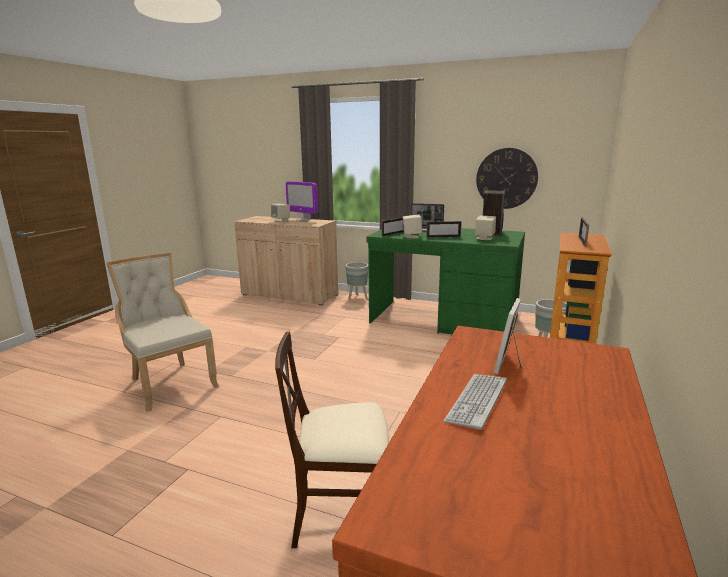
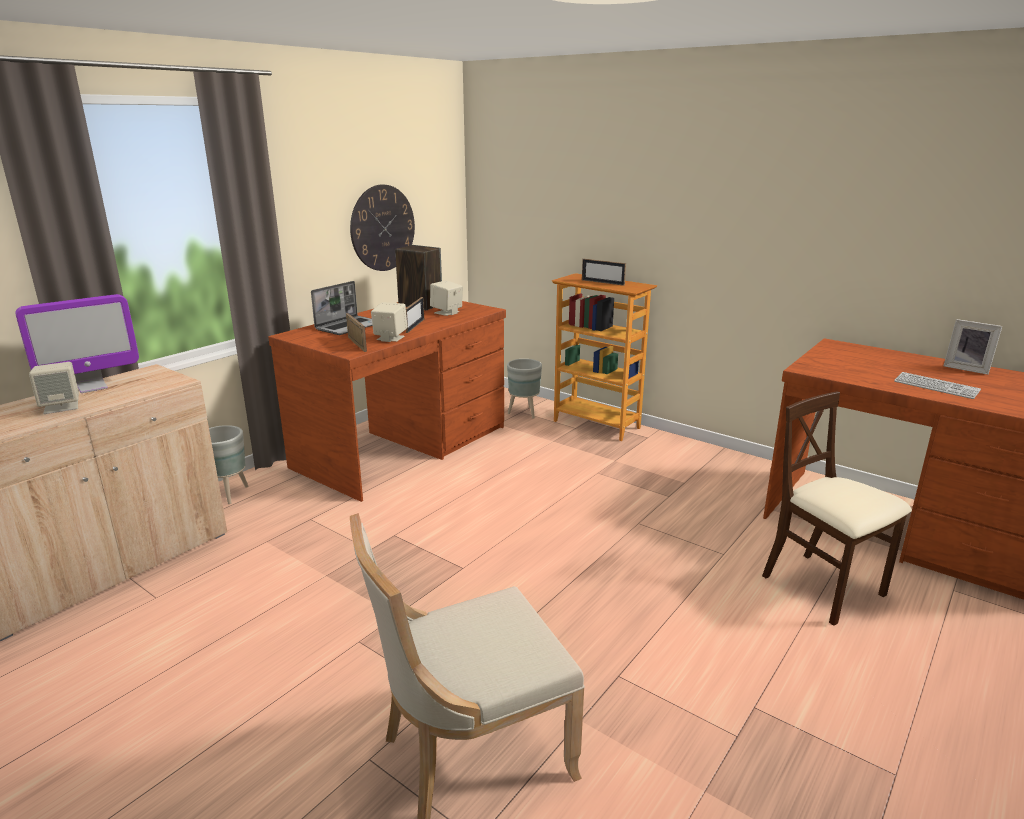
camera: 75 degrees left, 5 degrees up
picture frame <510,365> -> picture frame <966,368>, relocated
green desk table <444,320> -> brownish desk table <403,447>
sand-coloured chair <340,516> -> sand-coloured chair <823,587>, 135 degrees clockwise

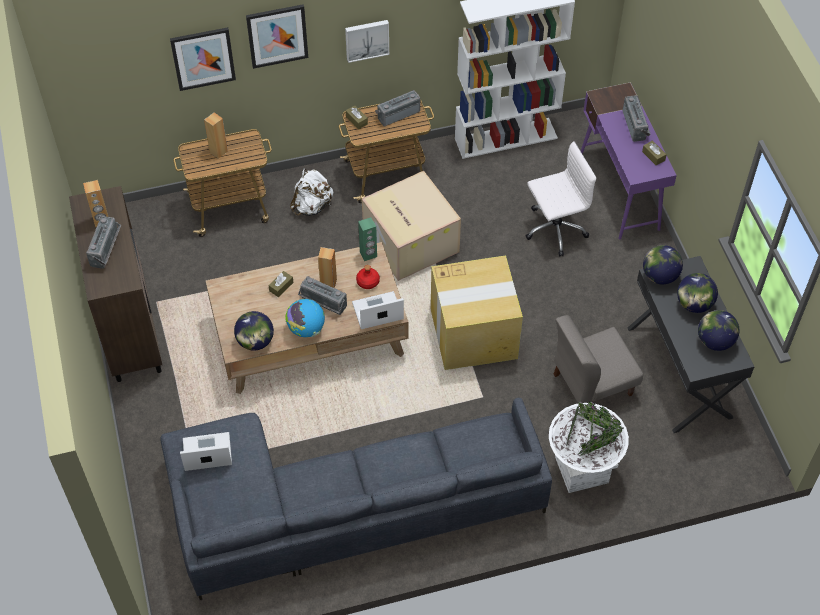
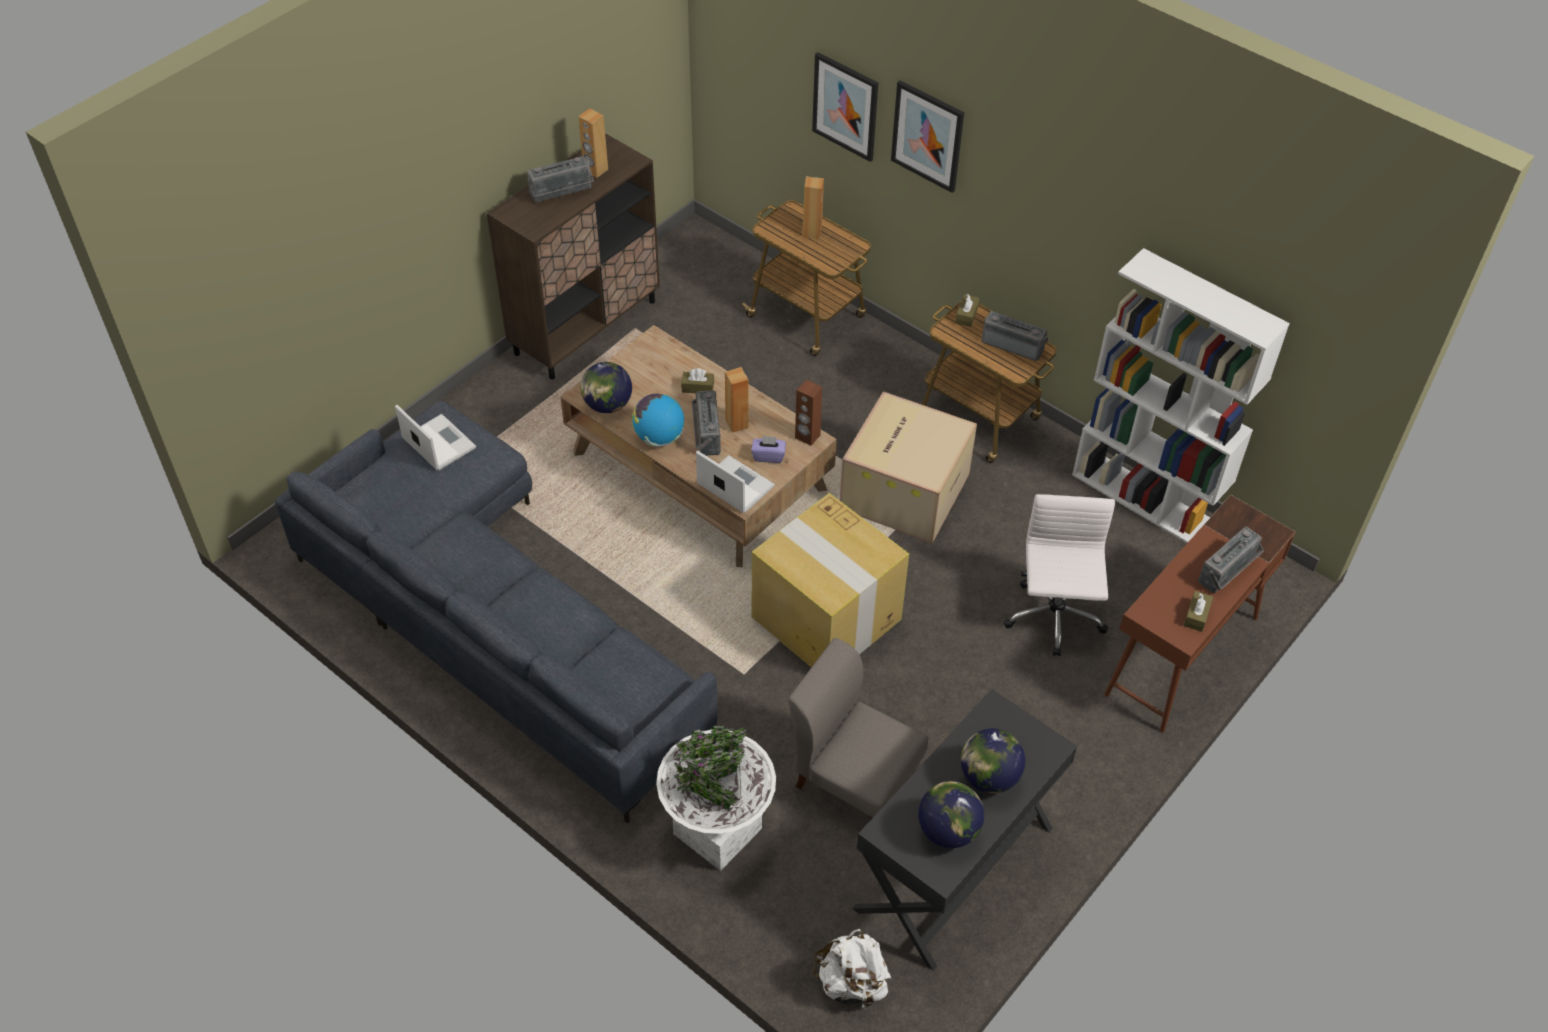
camera: 55 degrees right, 5 degrees down
wall art <366,39> -> none
world globe <660,276> -> none
white-coloured knapsack <312,206> -> white-coloured knapsack <852,983>, relocated
reddish beverage bottle <368,282> -> purplish tissue holder <768,456>
green loudspeaker <368,254> -> brownish loudspeaker <807,436>
purplish desk table <619,191> -> brownish desk table <1181,656>
white-coloured computer chair <554,229> -> white-coloured computer chair <1054,619>, 120 degrees counterclockwise

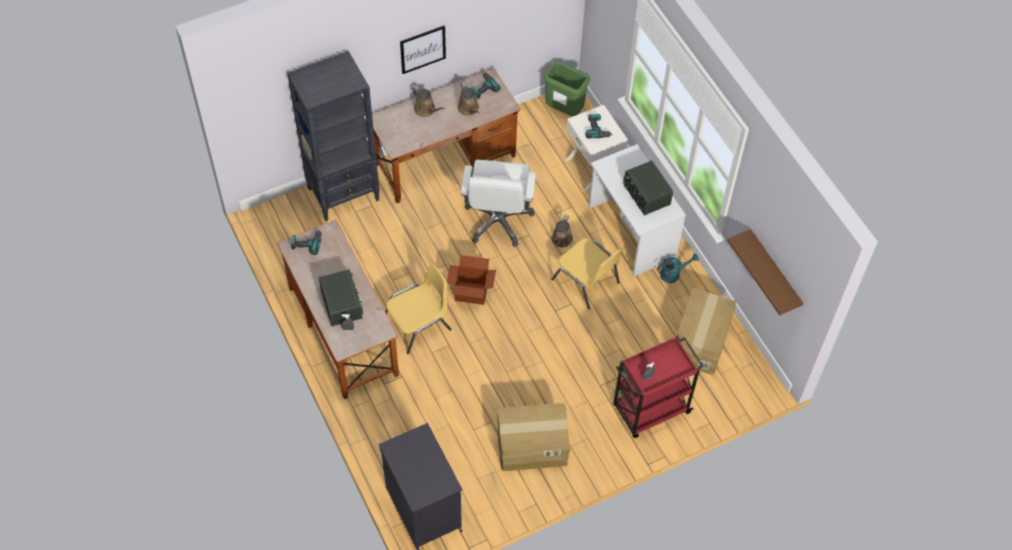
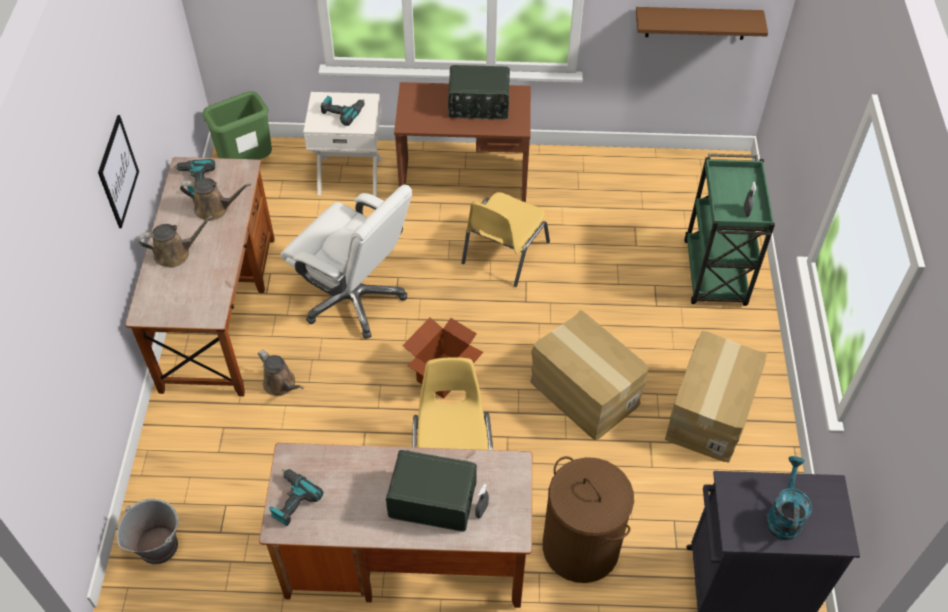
camera: 60 degrees left, 5 degrees down
blackish shelving unit <344,194> -> none
none -> gray bucket <158,546>
none -> brownish laundry basket <581,547>
brownish watering can <561,240> -> brownish watering can <281,384>, relocated
blue-green watering can <673,274> -> blue-green watering can <783,515>, relocated
cardboard box <699,341> -> cardboard box <584,393>, relocated
white-coloured desk table <630,232> -> brownish desk table <464,183>
reddish cart <650,410> -> green cart <715,275>
yellow chair <586,281> -> yellow chair <503,253>, 135 degrees clockwise

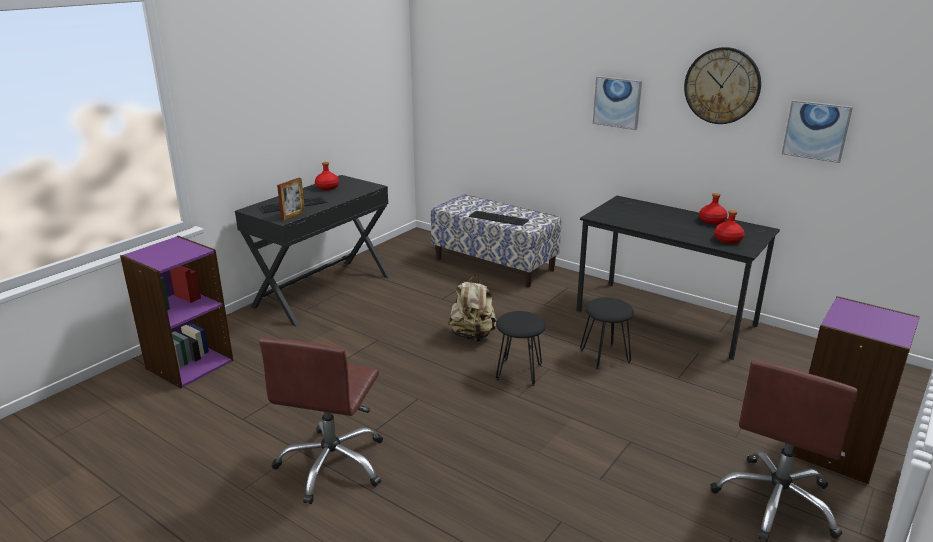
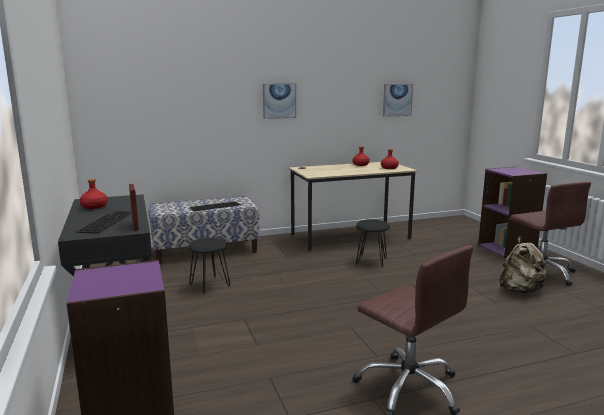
camera: 55 degrees left, 10 degrees down
wall clock <722,86> -> none
sand-coloured knapsack <472,336> -> sand-coloured knapsack <520,291>, relocated
blackish stool seat <519,372> -> blackish stool seat <210,285>, relocated
blackish desk table <665,318> -> sand-coloured desk table <350,236>

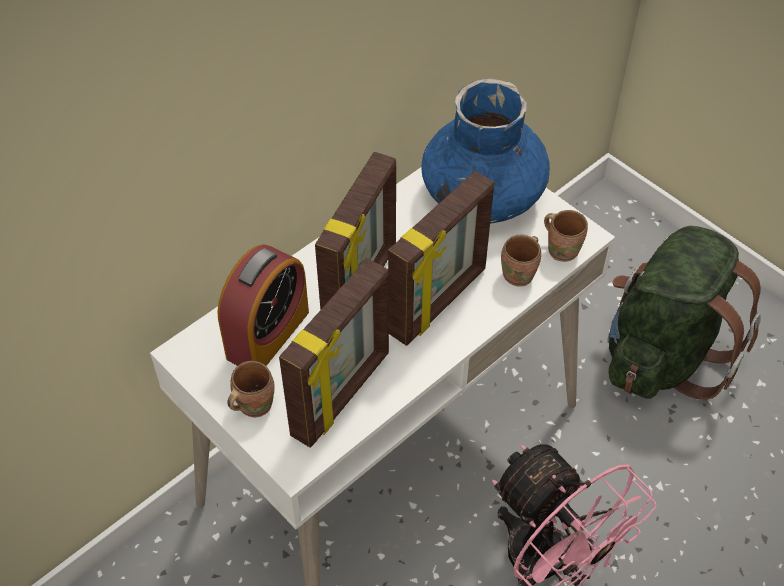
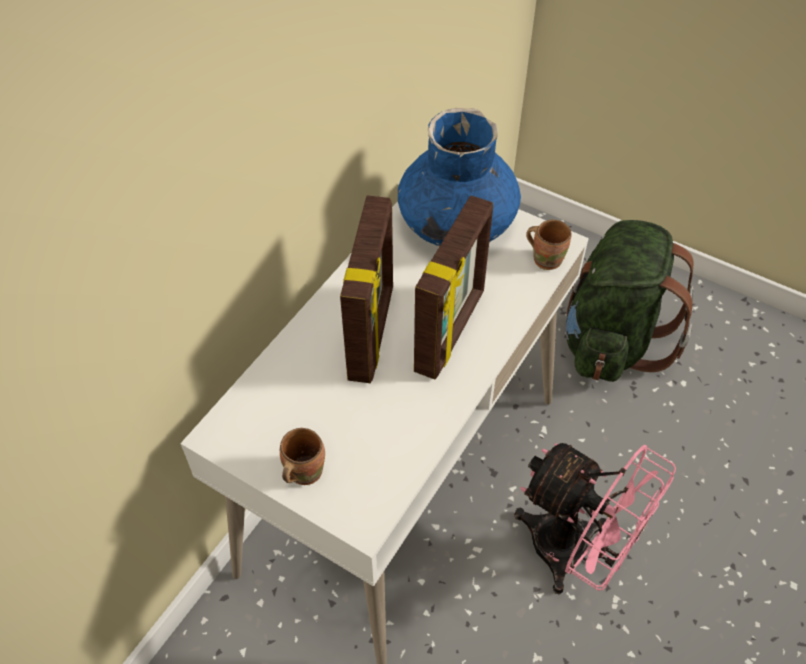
camera: 15 degrees left, 0 degrees up
bedside clock <268,334> -> none
picture frame <343,395> -> none
brownish mug <521,275> -> none

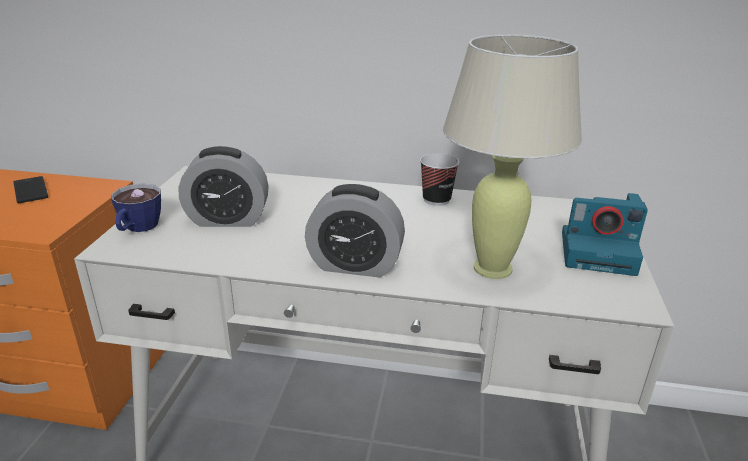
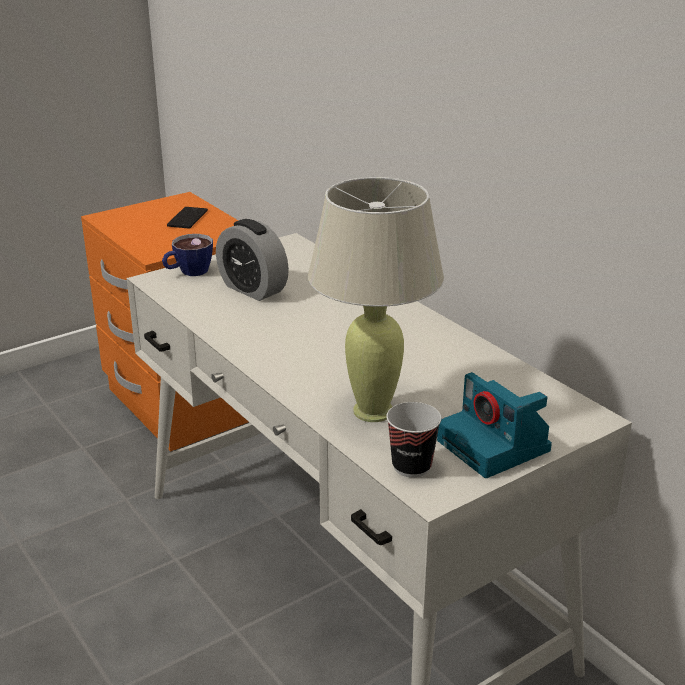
camera: 45 degrees right, 0 degrees up
bedside clock <355,265> -> none
drinking cup <436,200> -> drinking cup <411,466>, relocated

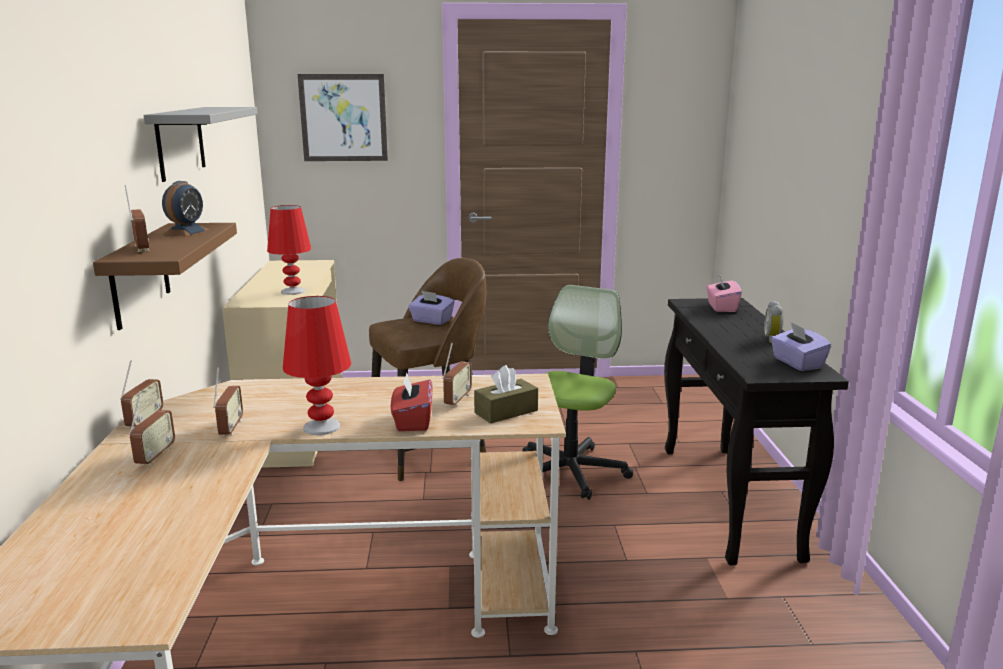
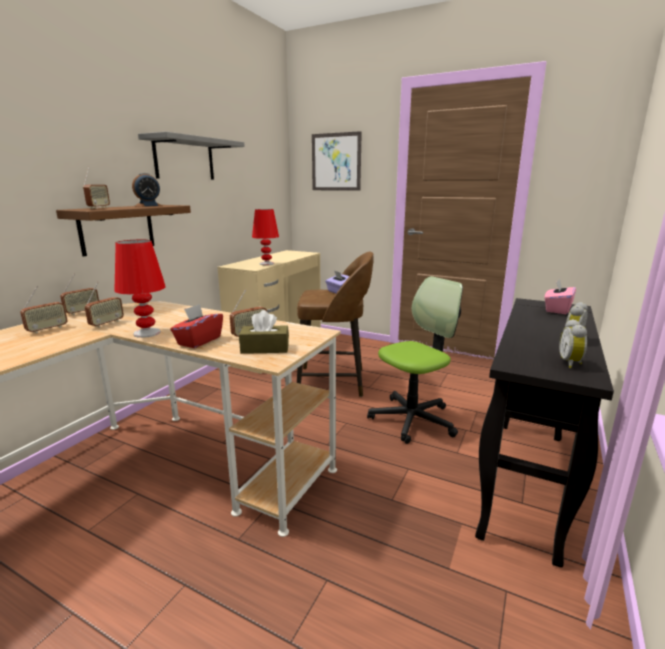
camera: 30 degrees right, 0 degrees up
purplish tissue holder <797,363> -> bedside clock <571,363>

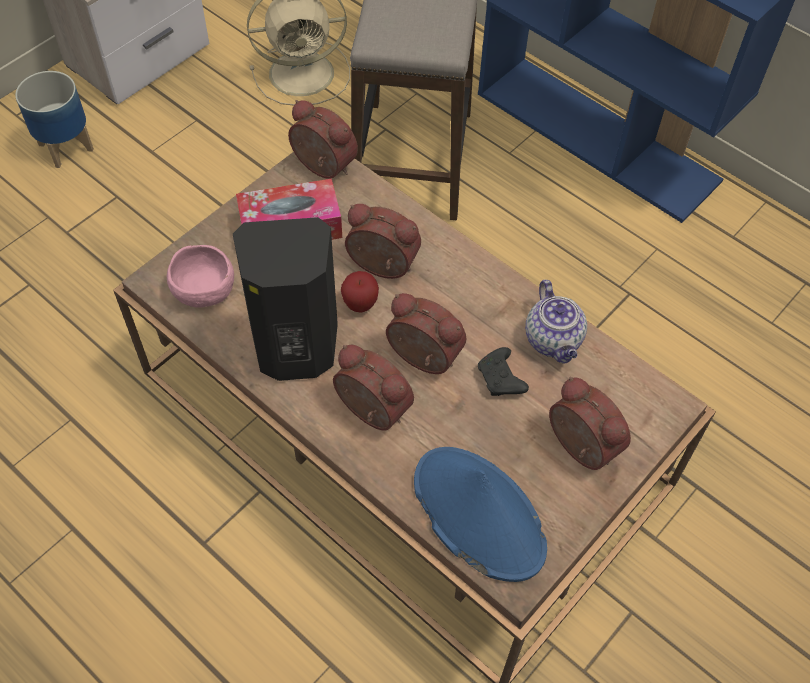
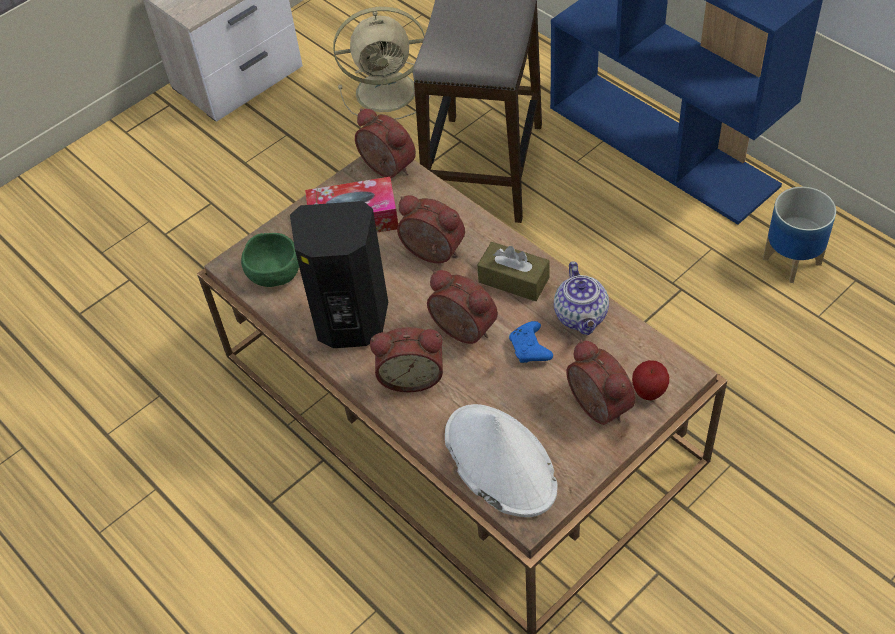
camera: 10 degrees right, 5 degrees down
none -> brownish tissue holder <513,280>
planter <65,147> -> planter <791,261>, relocated
apple fruit <360,304> -> apple fruit <649,392>, relocated
pink-coloured serving bowl <205,290> -> green serving bowl <275,273>
blue wearable hat <477,514> -> white-coloured wearable hat <499,461>
blackish game controller <501,379> -> blue game controller <530,349>
bedside clock <370,412> -> bedside clock <411,375>, 135 degrees clockwise

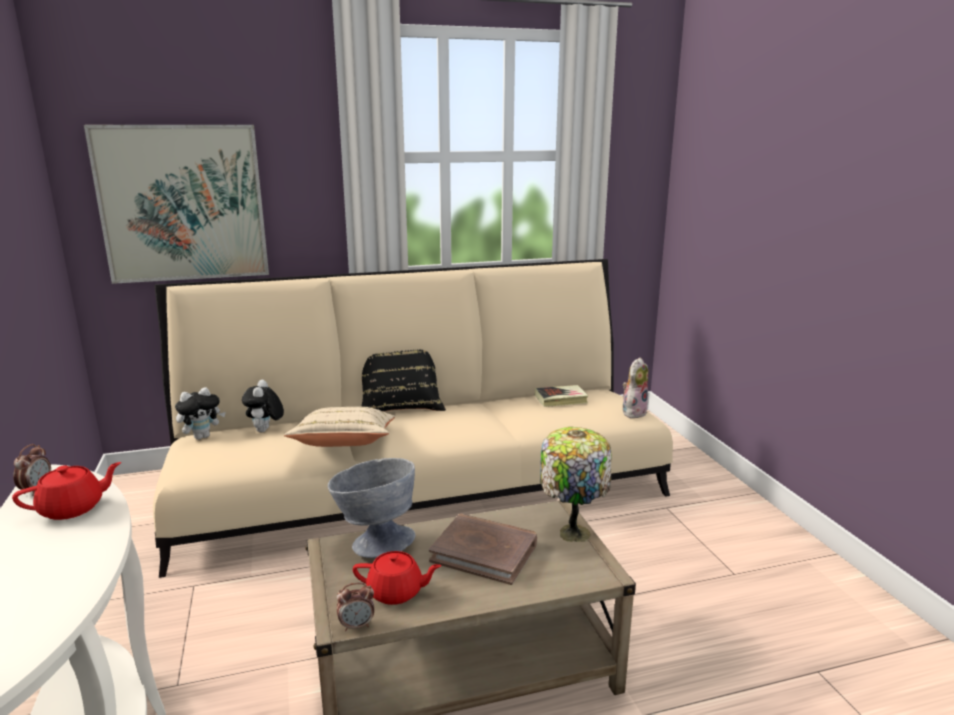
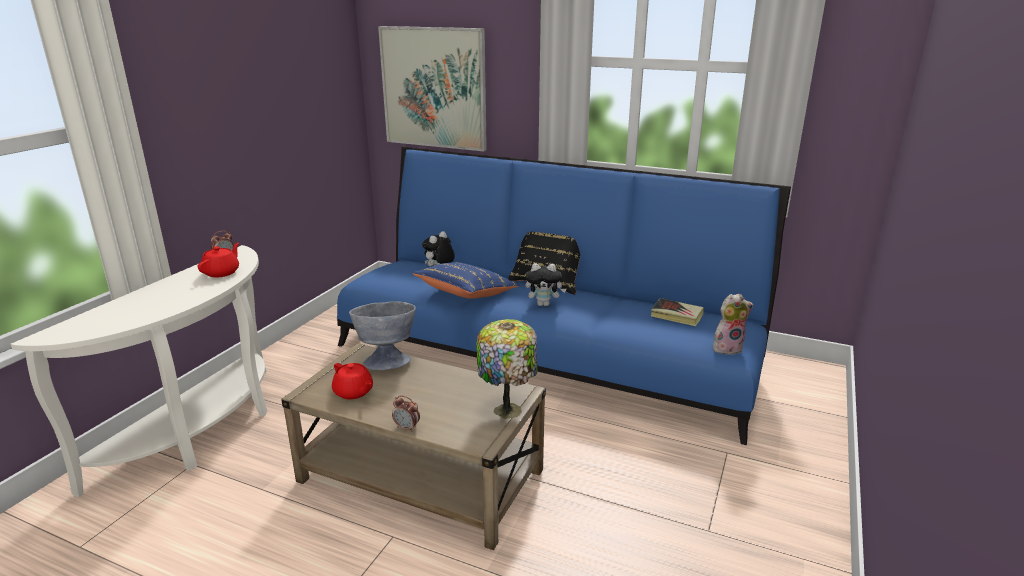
camera: 40 degrees right, 5 degrees up
brownish book <484,552> -> none
cuddly toy <202,436> -> cuddly toy <544,304>, relocated
bedside clock <357,625> -> bedside clock <407,428>, relocated
sand-coloured sofa <421,488> -> blue sofa <545,354>
sand-coloured pillow <344,444> -> blue pillow <466,295>
reddish pot for tea <73,508> -> reddish pot for tea <222,272>, 75 degrees counterclockwise

